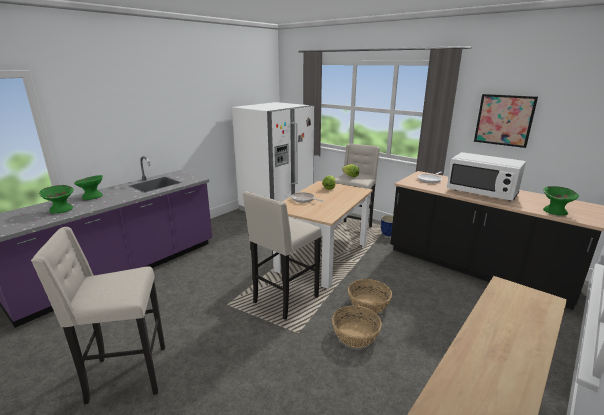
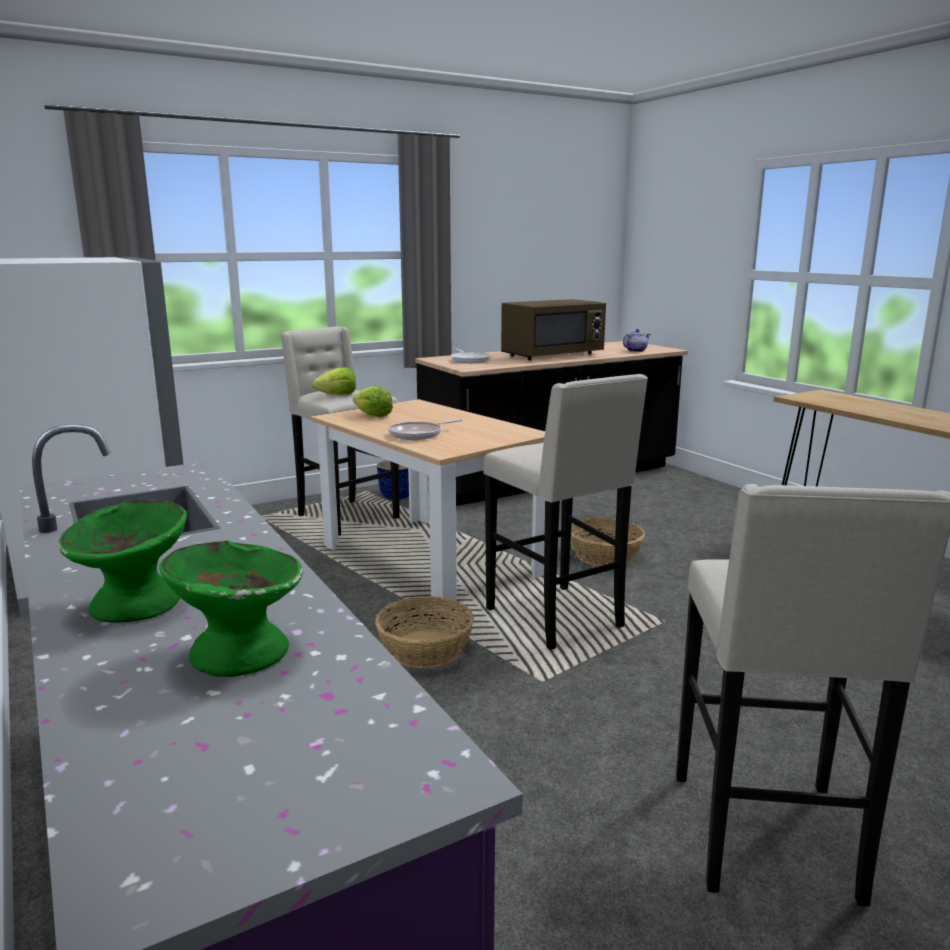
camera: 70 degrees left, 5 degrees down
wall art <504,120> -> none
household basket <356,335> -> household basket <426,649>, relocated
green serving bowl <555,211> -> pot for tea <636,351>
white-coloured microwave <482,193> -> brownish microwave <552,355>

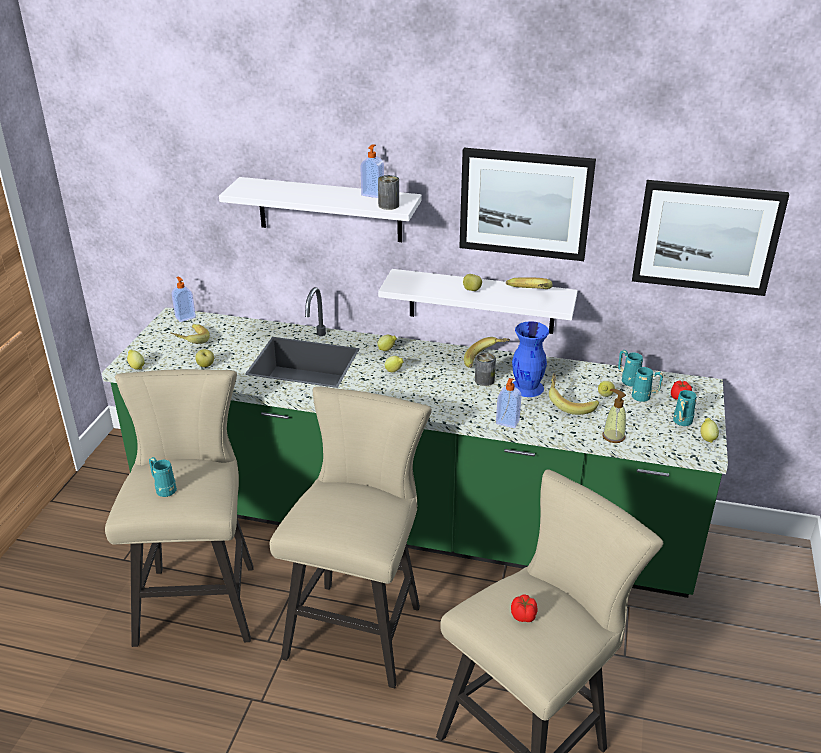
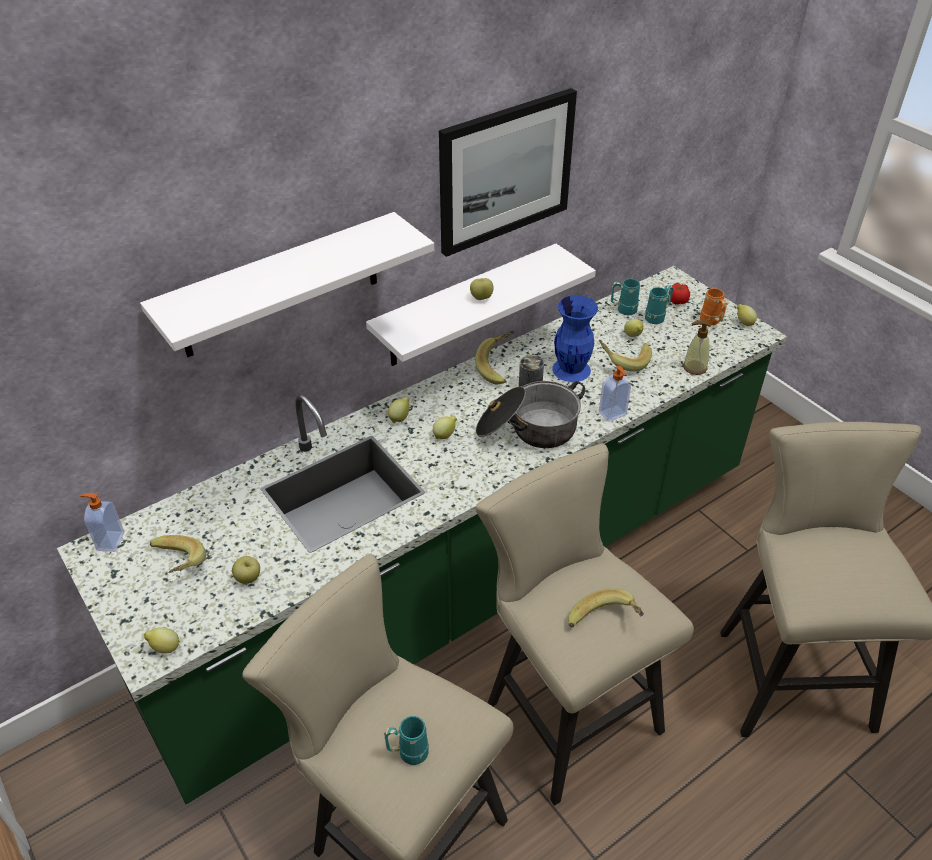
camera: 50 degrees left, 10 degrees up
liquid soap bottle <373,194> -> none
sealed can <388,205> -> none
whole tomato <524,616> -> none
wall art <706,237> -> none
none -> stockpot <528,429>
banana <528,295> -> banana <605,623>, relocated
blue-green mug <681,423> -> orangey mug <711,322>

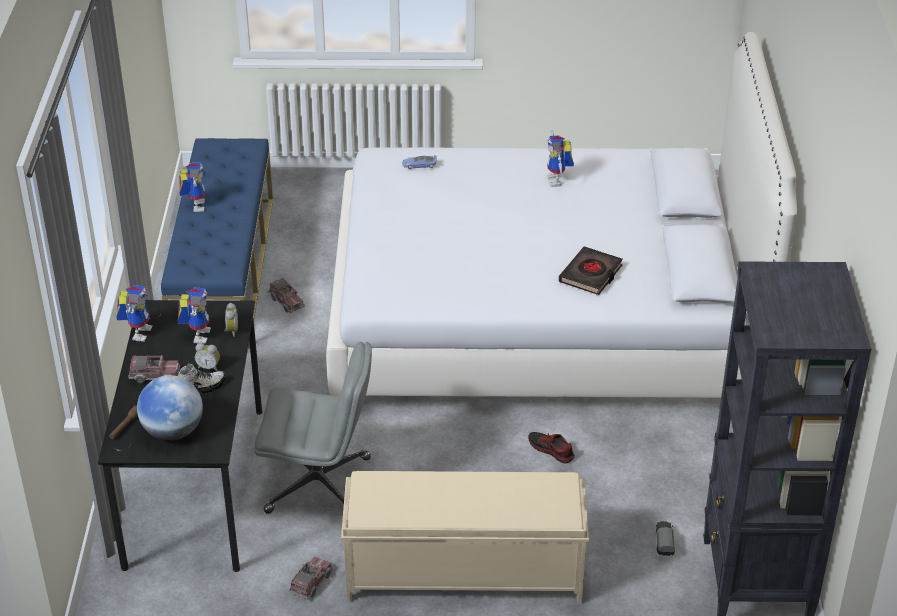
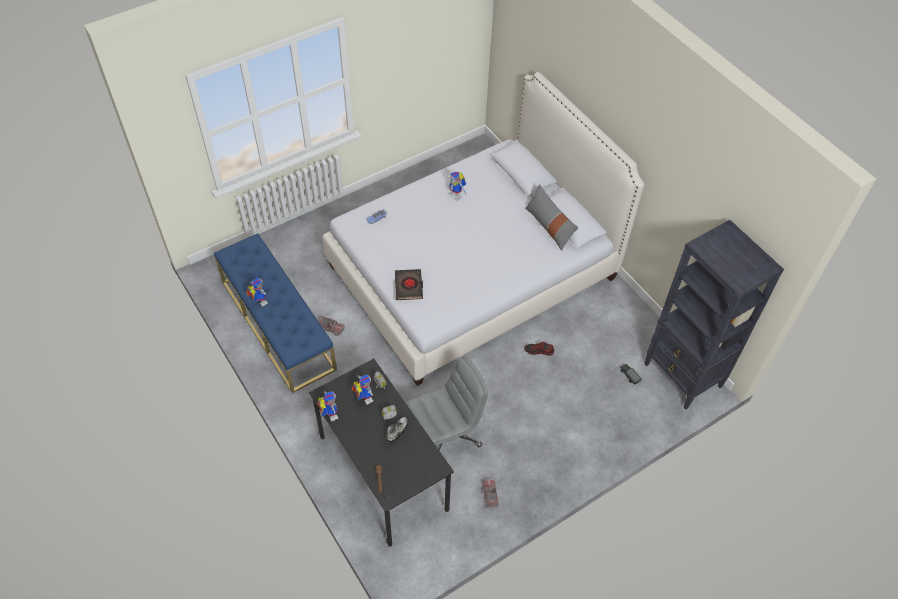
camera: 35 degrees left, 15 degrees up
toy lorry <155,375> -> none
world globe <173,431> -> none
sand-coloured indoor bench <462,573> -> none
none -> gray pillow <549,226>
blackish book <591,274> -> blackish book <409,286>, relocated

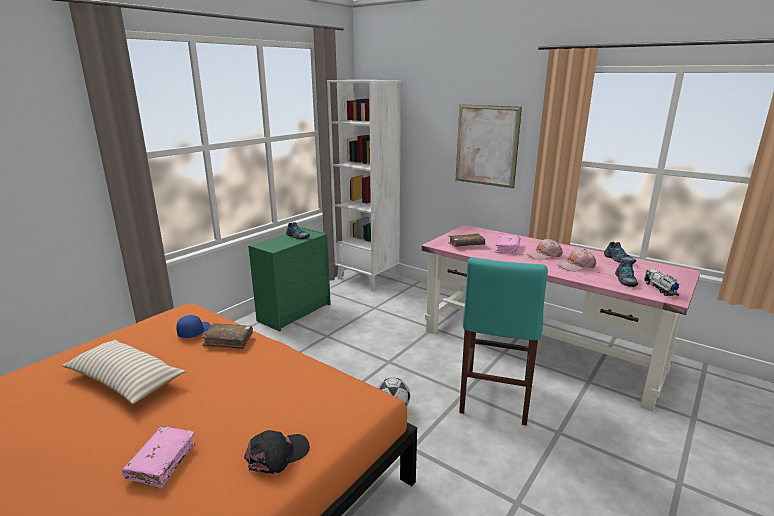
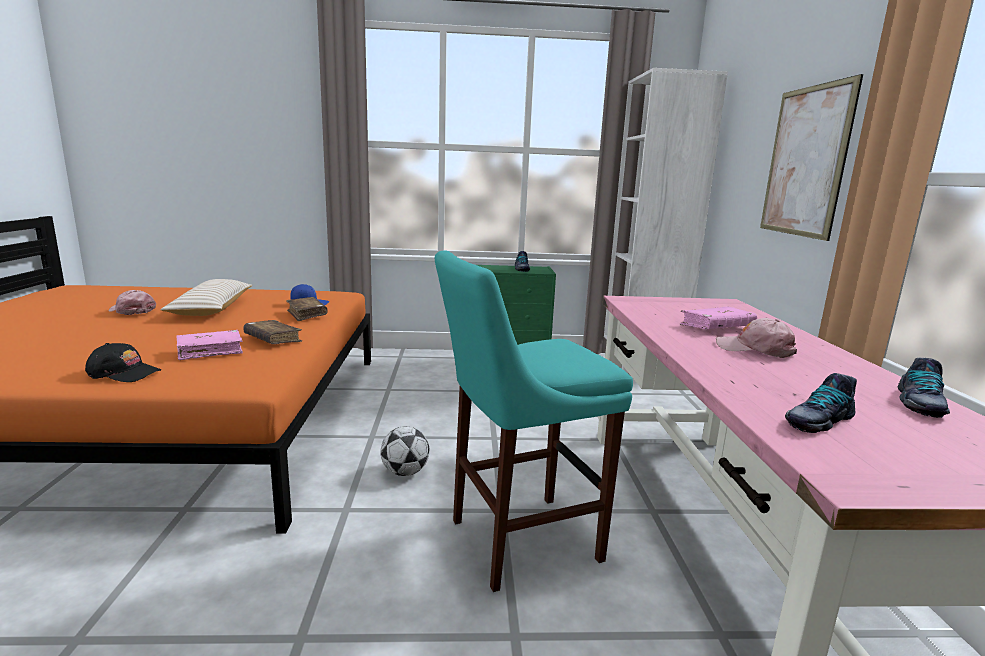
camera: 50 degrees right, 5 degrees down
toy lorry <660,289> -> none
pink-coloured book <162,462> -> pink-coloured book <210,351>, relocated
brownish book <466,245> -> brownish book <273,340>, relocated
pink-coloured cap <576,266> -> pink-coloured cap <132,310>, relocated

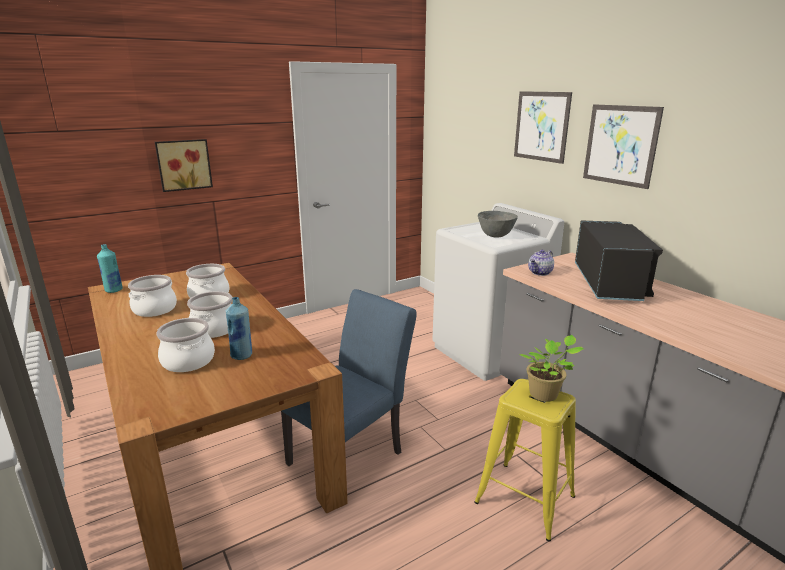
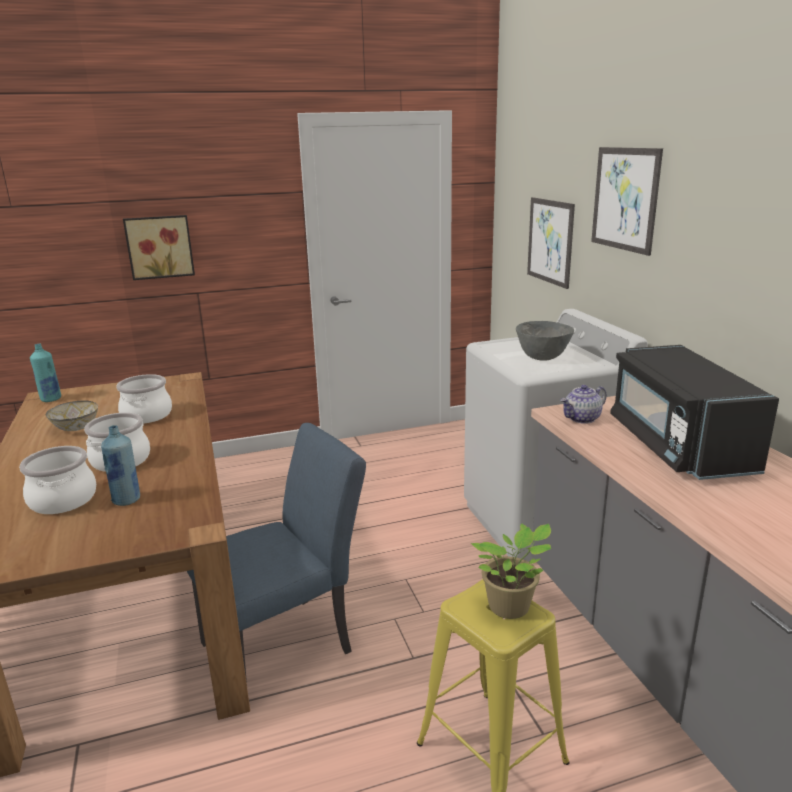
camera: 15 degrees right, 0 degrees up
wall art <620,145> -> wall art <550,241>, relocated
stockpot <155,309> -> serving bowl <76,428>
blackish microwave <609,284> -> blackish microwave <677,445>, 150 degrees clockwise

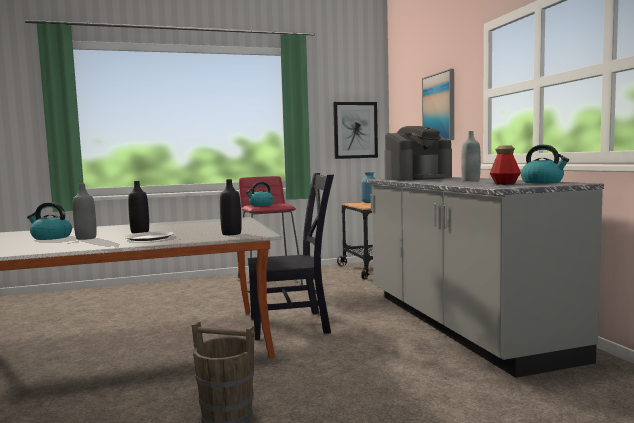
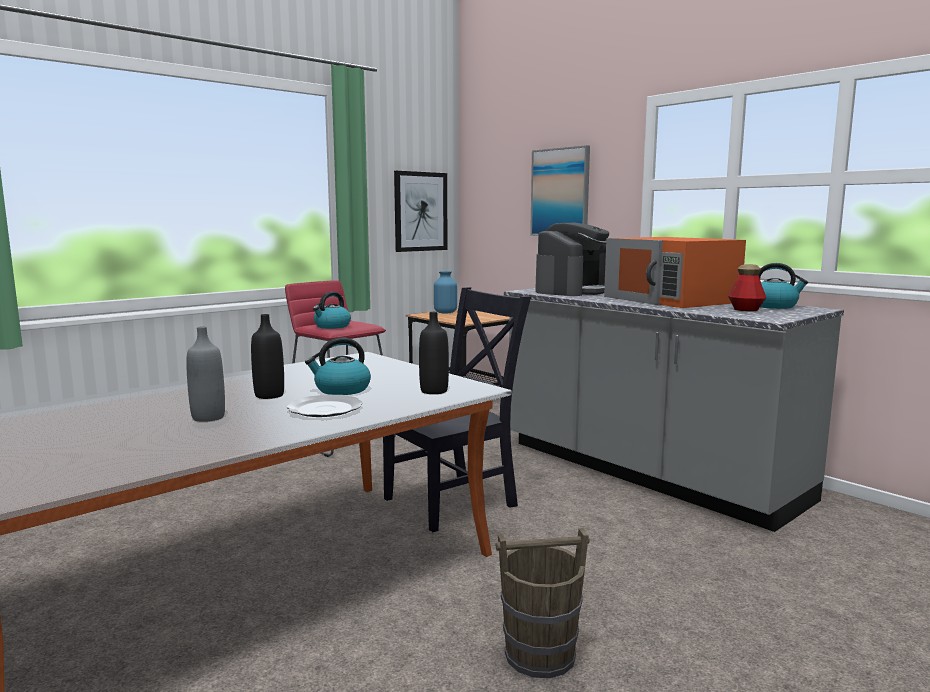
camera: 25 degrees left, 5 degrees up
kettle <51,237> -> kettle <341,390>, relocated
gray beverage bottle <470,180> -> orangey microwave <671,299>

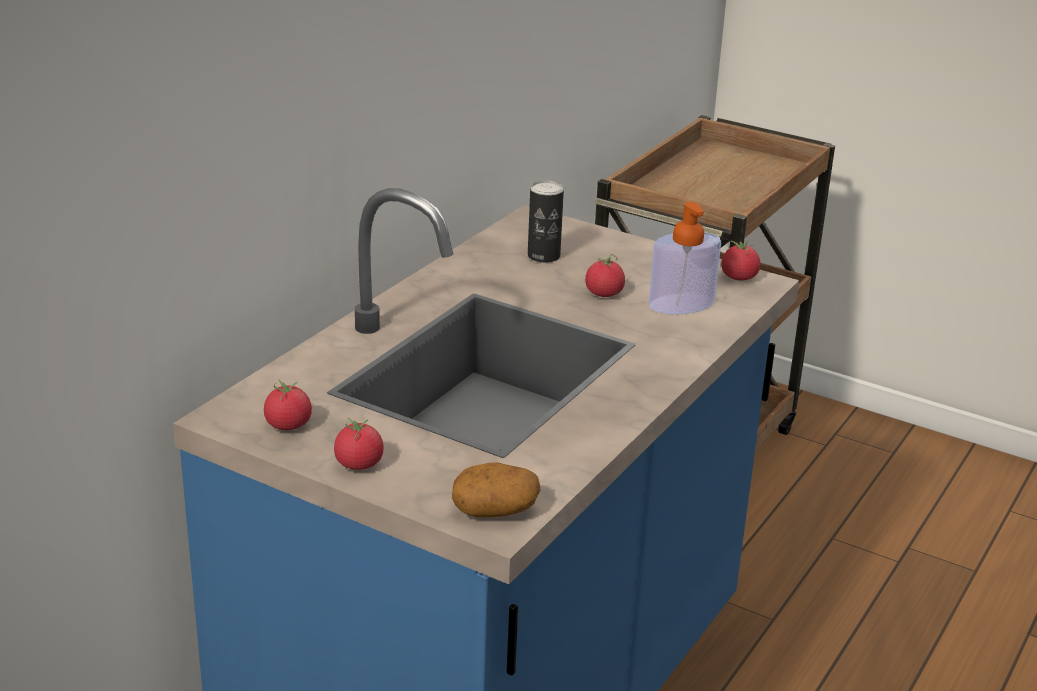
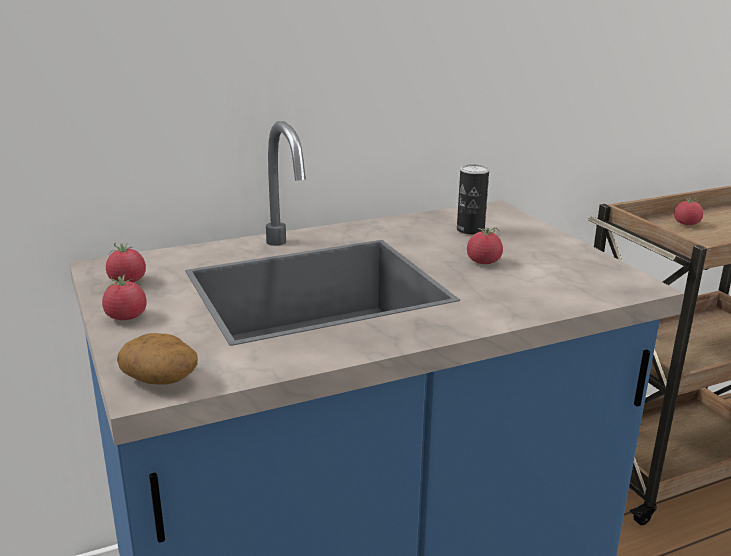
camera: 35 degrees right, 5 degrees down
liquid soap bottle <681,304> -> none
whole tomato <739,278> -> whole tomato <686,224>, relocated

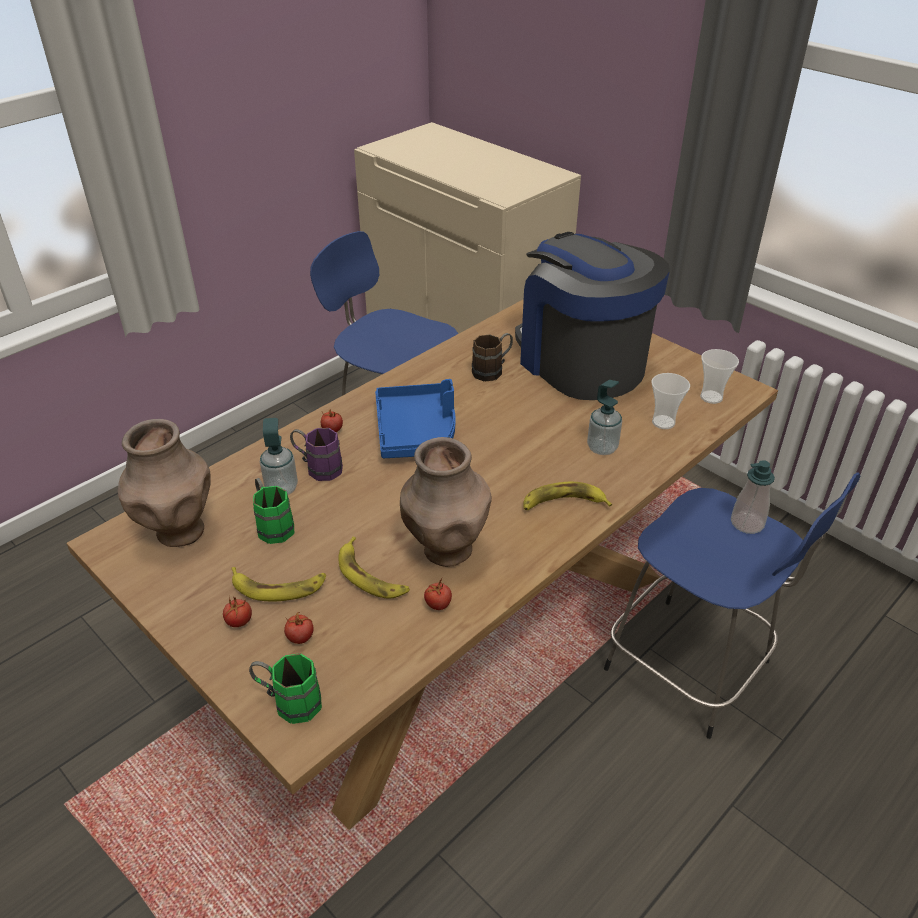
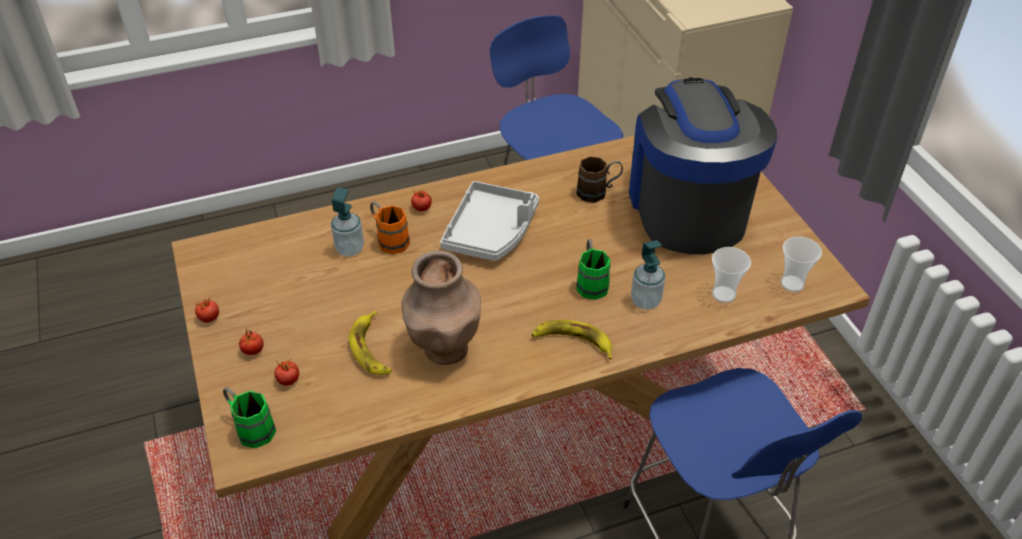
camera: 25 degrees right, 5 degrees up
brownish decorative vase <179,531> -> none
banana <278,587> -> none
liquid soap bottle <747,523> -> none
green mug <272,525> -> green mug <591,282>, relocated
whole tomato <438,604> -> whole tomato <209,318>, relocated
purplish mug <317,468> -> orangey mug <389,239>
blue carrying tray <417,431> -> gray carrying tray <491,232>

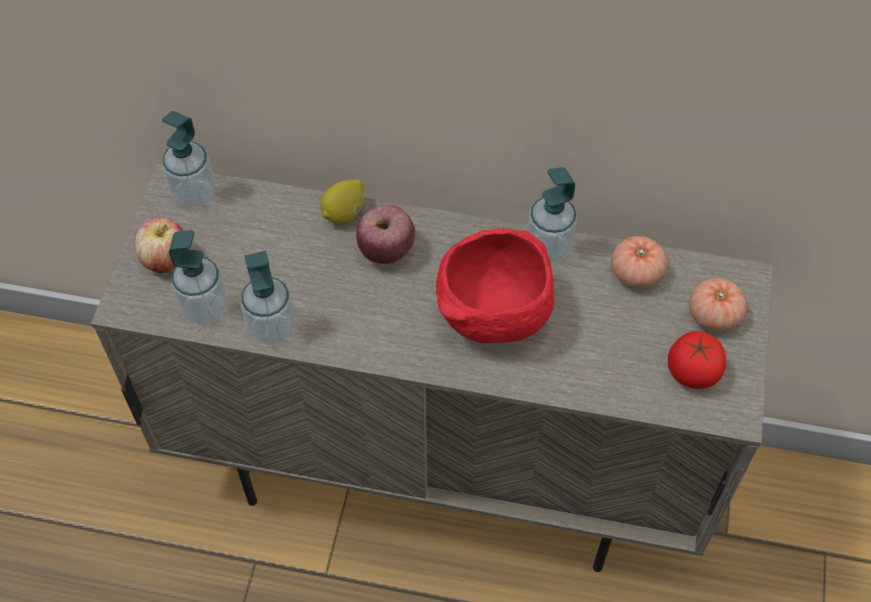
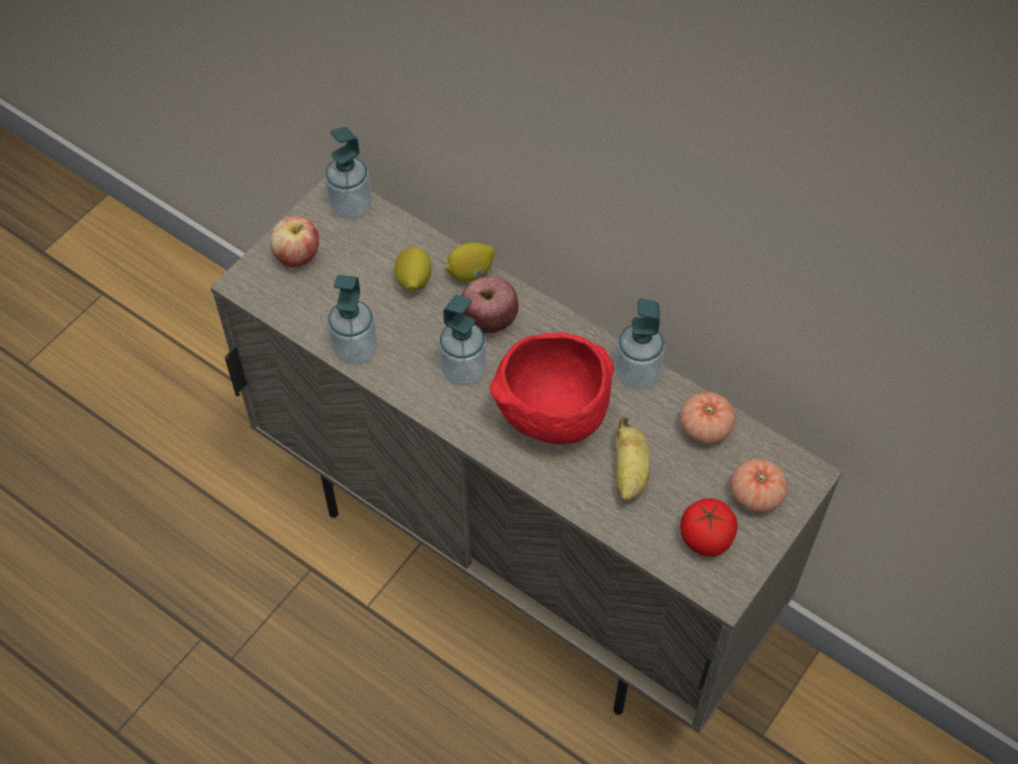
camera: 25 degrees right, 0 degrees up
none -> lemon <413,281>
none -> banana <629,474>
liquid soap bottle <205,308> -> liquid soap bottle <463,371>, relocated

